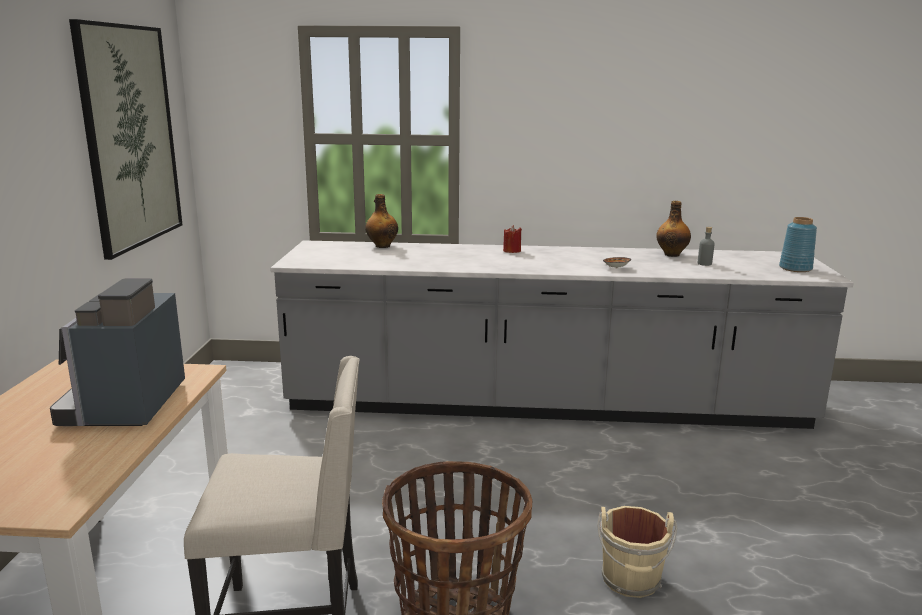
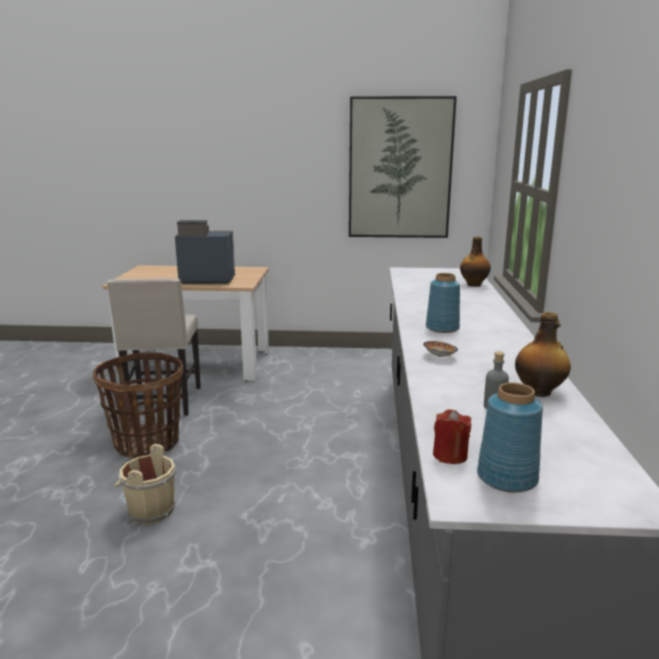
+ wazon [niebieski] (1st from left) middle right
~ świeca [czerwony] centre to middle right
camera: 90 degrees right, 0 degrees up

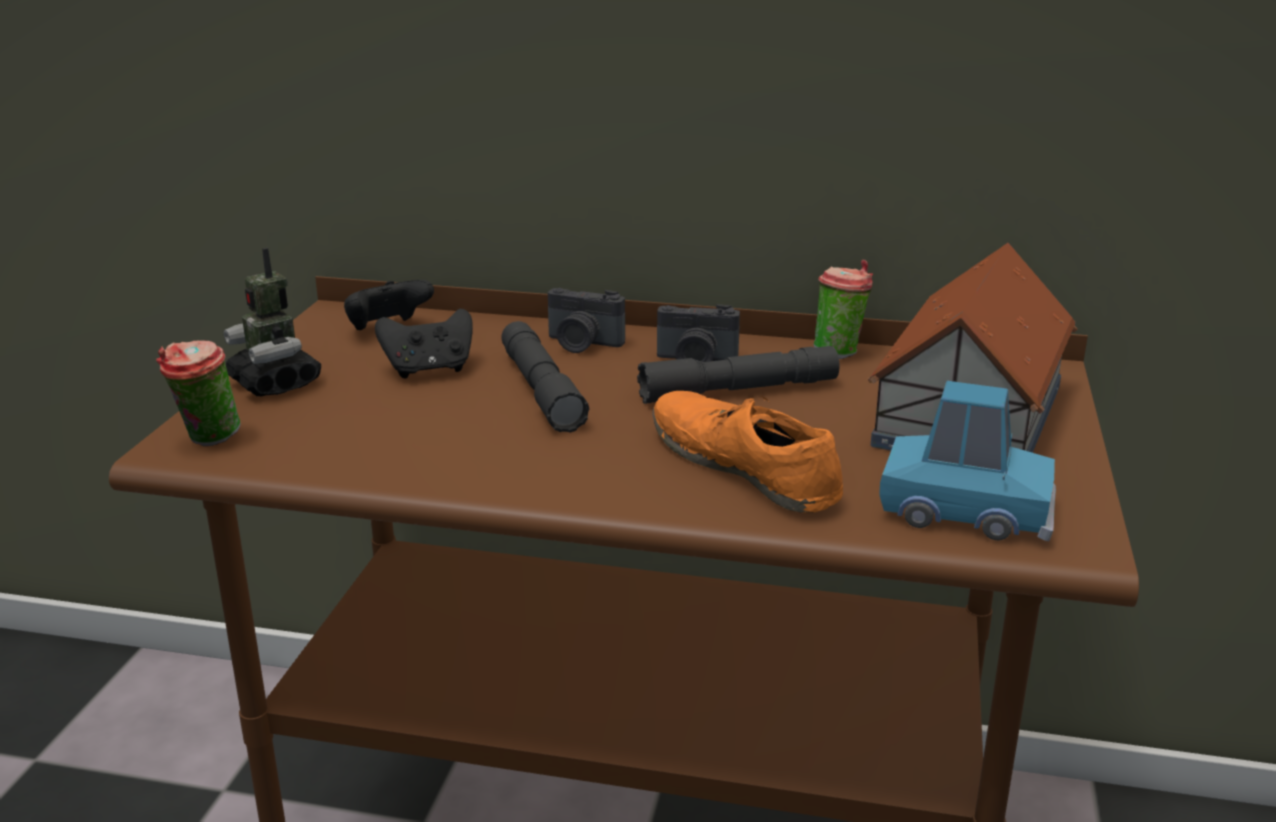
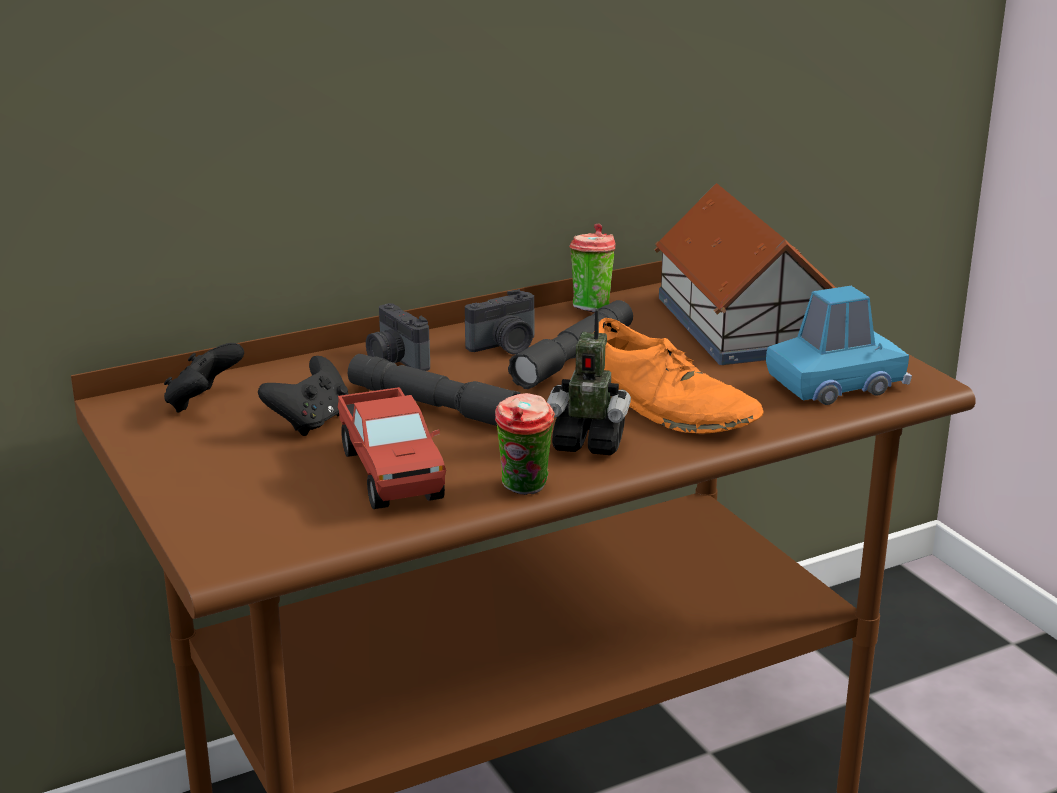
+ ciężarówka zabawkowa centre
~ aparat fotograficzny (1st from left) centre = centre 75 degrees clockwise
~ filiżanka (1st from left) middle left to centre
~ robot zabawkowy middle left to centre
~ but [pomarańczowy] centre = centre 150 degrees counterclockwise
camera: 40 degrees left, 0 degrees up

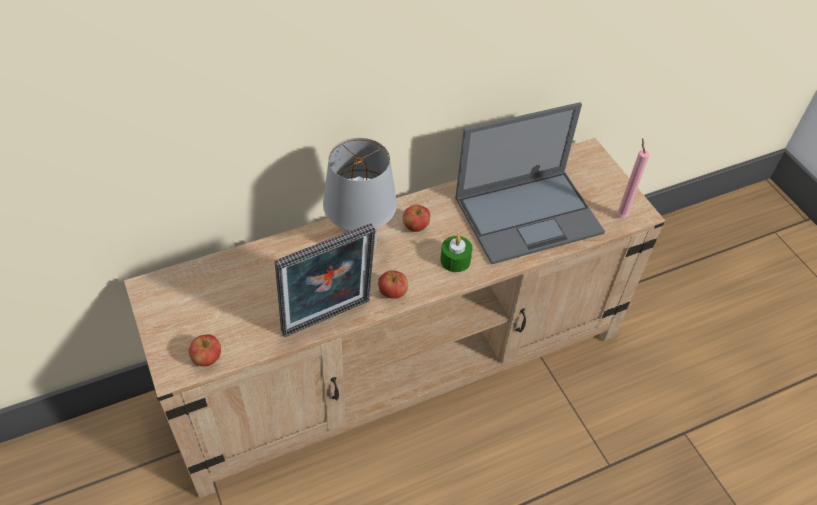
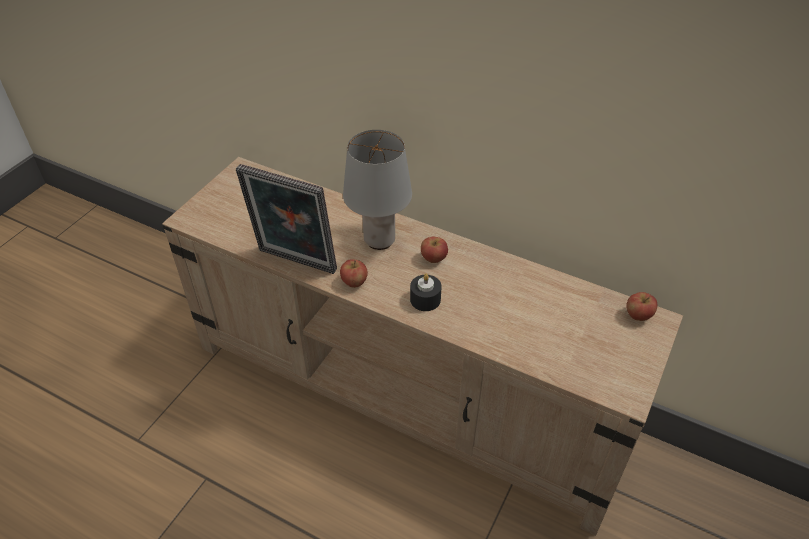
~ świeca [zielony] centre to świeca [czarny] centre
~ jabłko (1st from left in the first image) bottom left to jabłko (3rd from left) middle right
- laptop centre
- świeca [różowy] middle right
camera: 55 degrees right, 5 degrees down

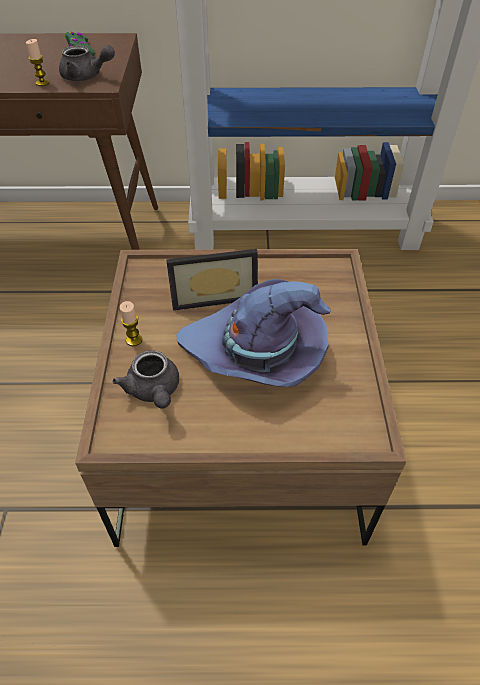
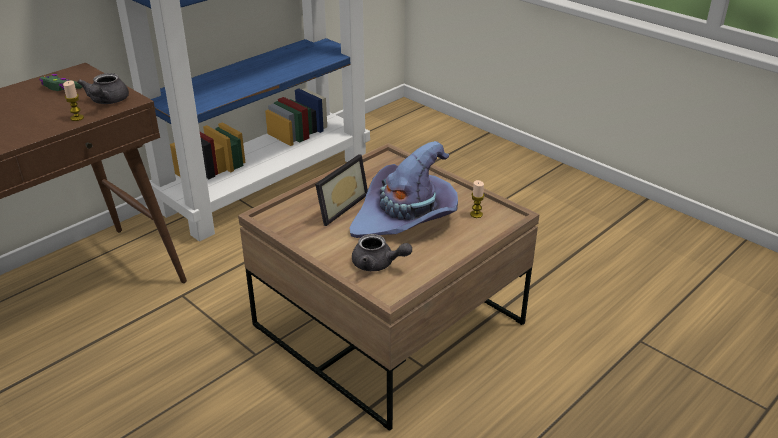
~ imbryk [szary] (1st from left) top left = top left 120 degrees clockwise
~ świeca (2nd from left) middle left to centre
camera: 45 degrees left, 15 degrees down

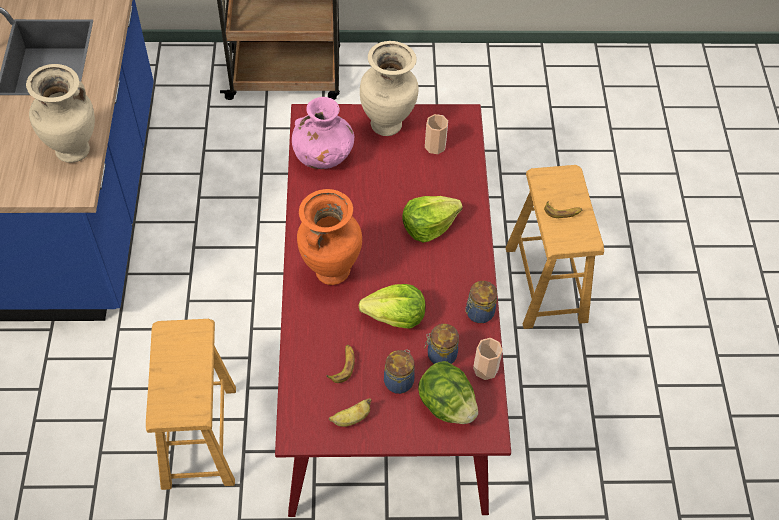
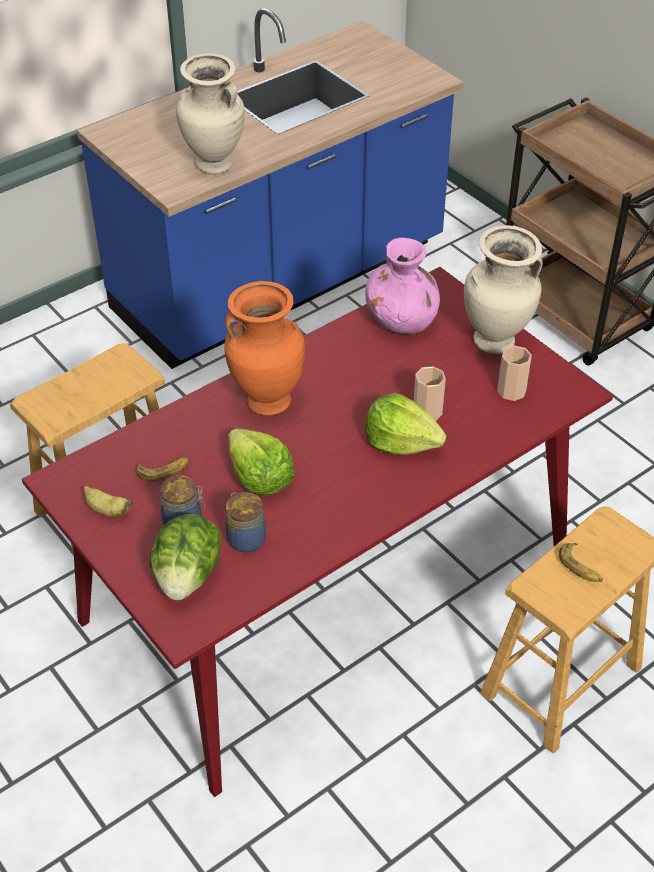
~ filiżanka (2nd from left in the first image) bottom centre to filiżanka (1st from left) centre
- słoik (3rd from left) centre
camera: 55 degrees right, 10 degrees down

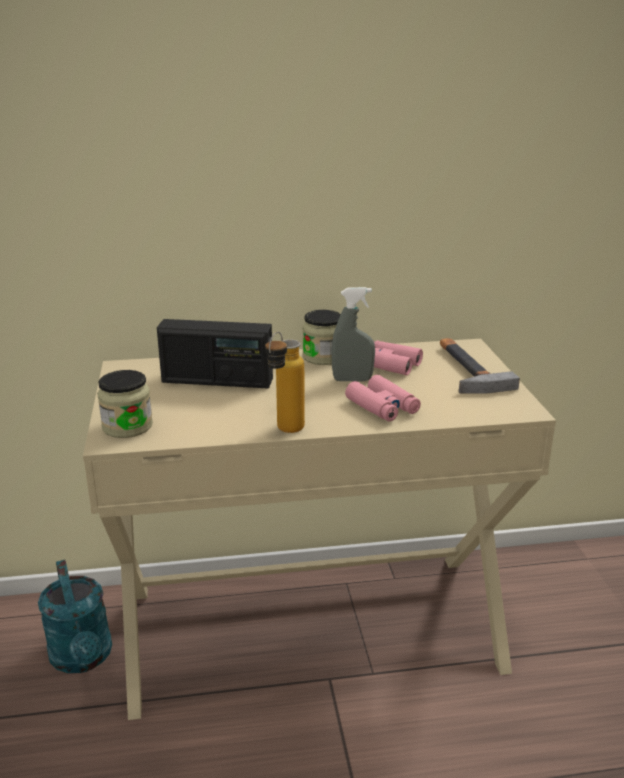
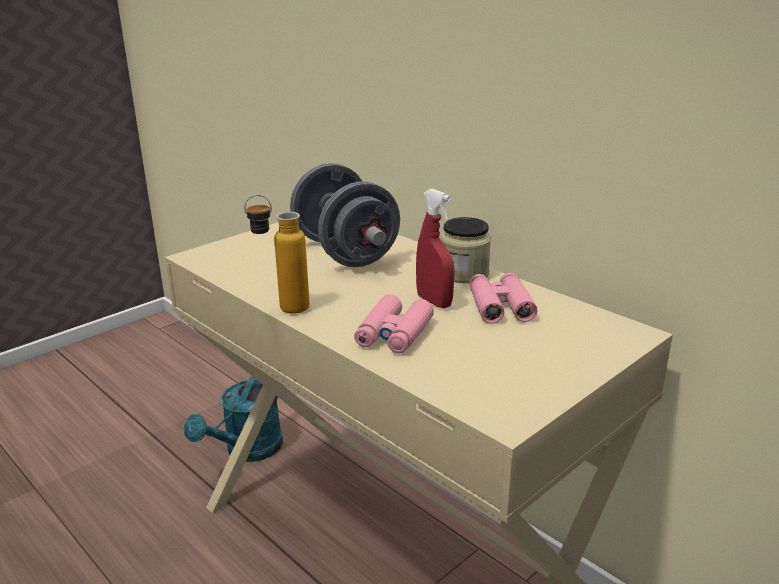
~ radio centre to hantel [szary] centre
~ spryskiwacz [szary] centre to spryskiwacz [czerwony] centre
- słoik (1st from left) middle left
- młotek middle right
camera: 55 degrees right, 0 degrees up

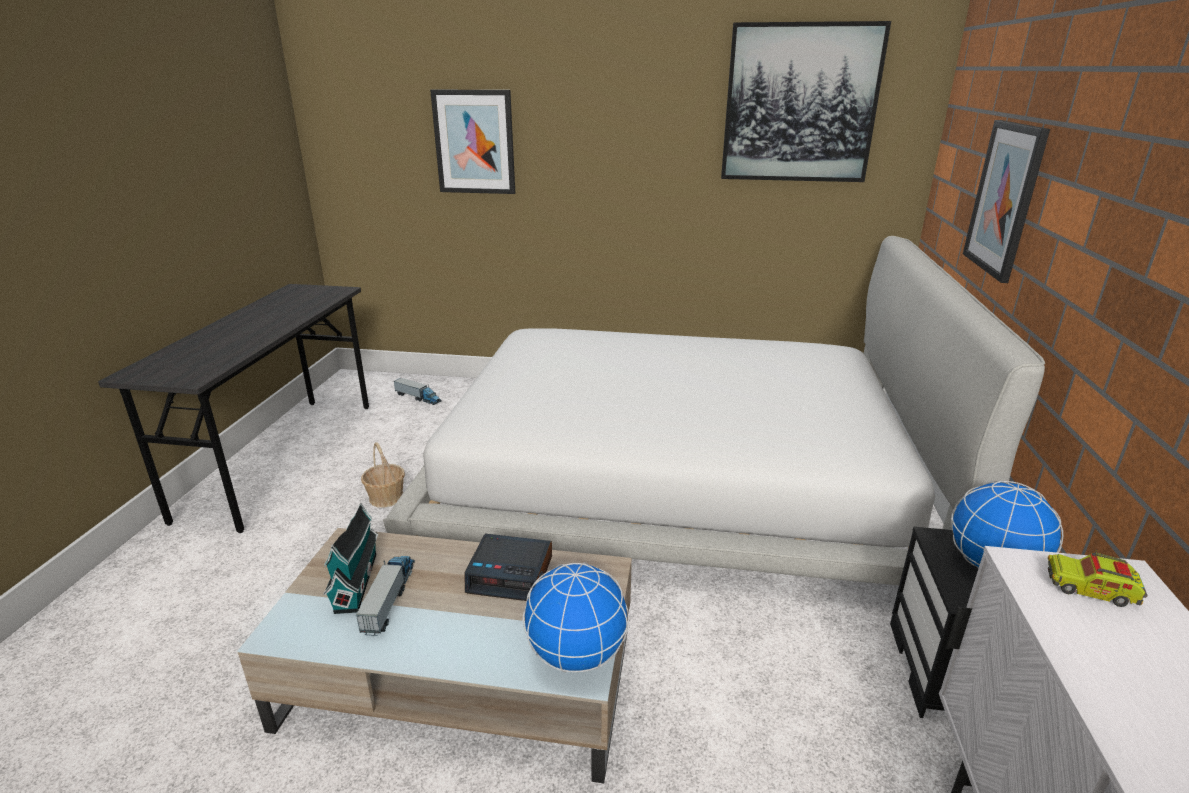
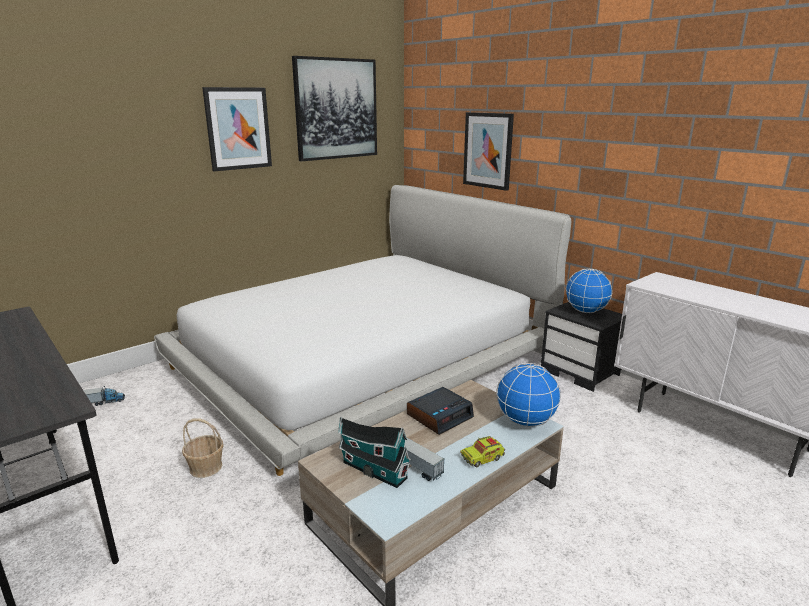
~ obraz (1st from left) top centre to top left
~ ciężarówka zabawkowa (3rd from left) bottom right to bottom centre
camera: 50 degrees left, 5 degrees down

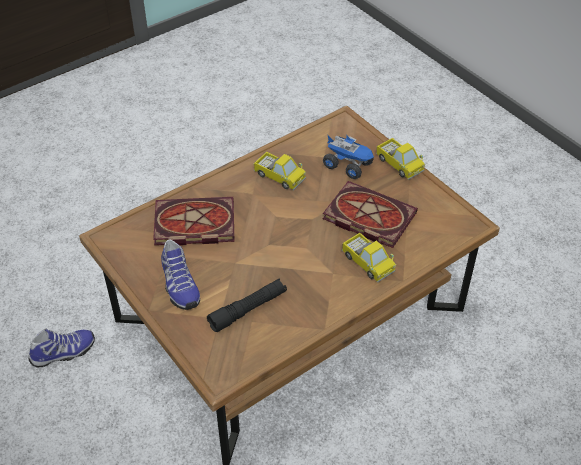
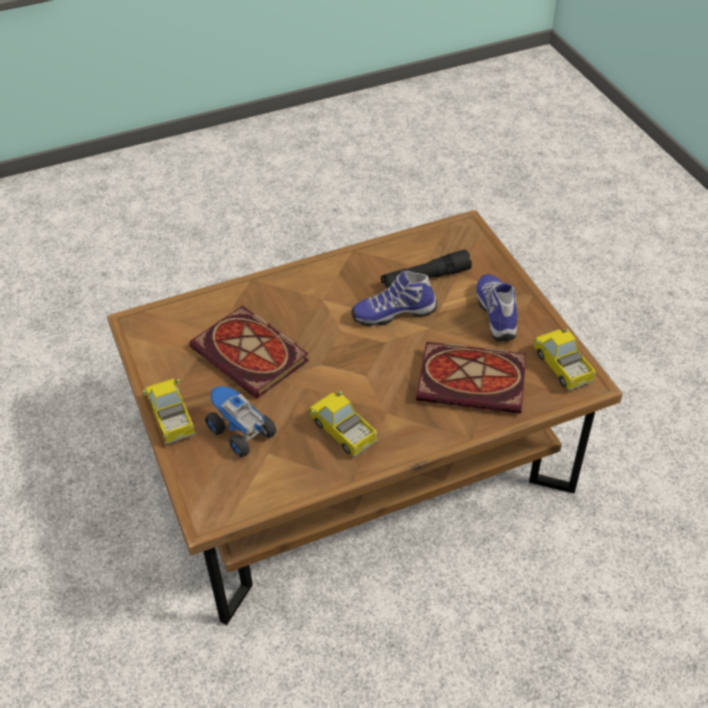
~ but (1st from left) bottom left to centre
~ ciężarówka zabawkowa (3rd from left in the first image) centre to ciężarówka zabawkowa (4th from left) middle right
camera: 165 degrees left, 0 degrees up

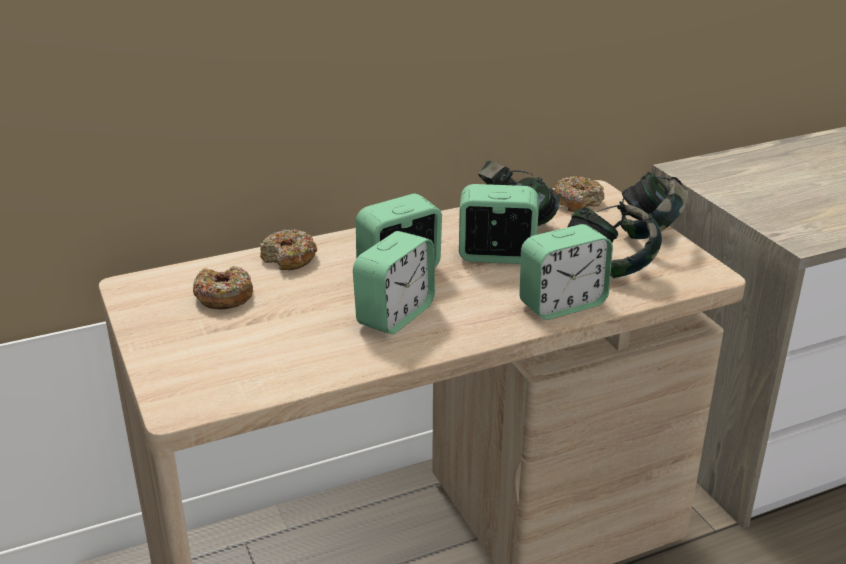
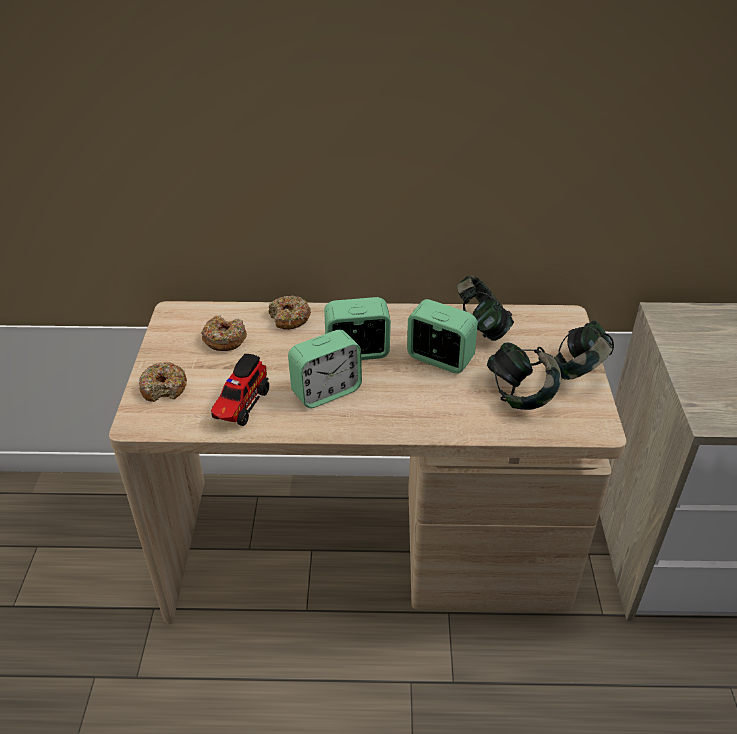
~ donut (3rd from left in the first image) middle right to donut (1st from left) middle left
+ ciężarówka zabawkowa middle left
- budzik (4th from left) middle right
camera: 25 degrees right, 10 degrees up

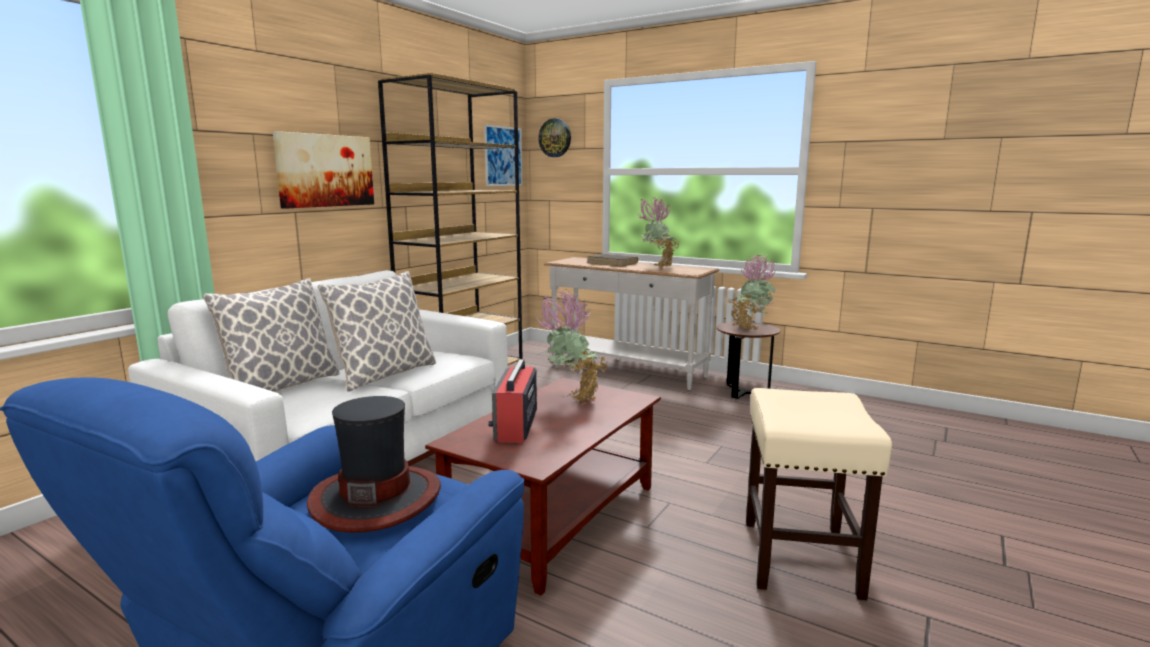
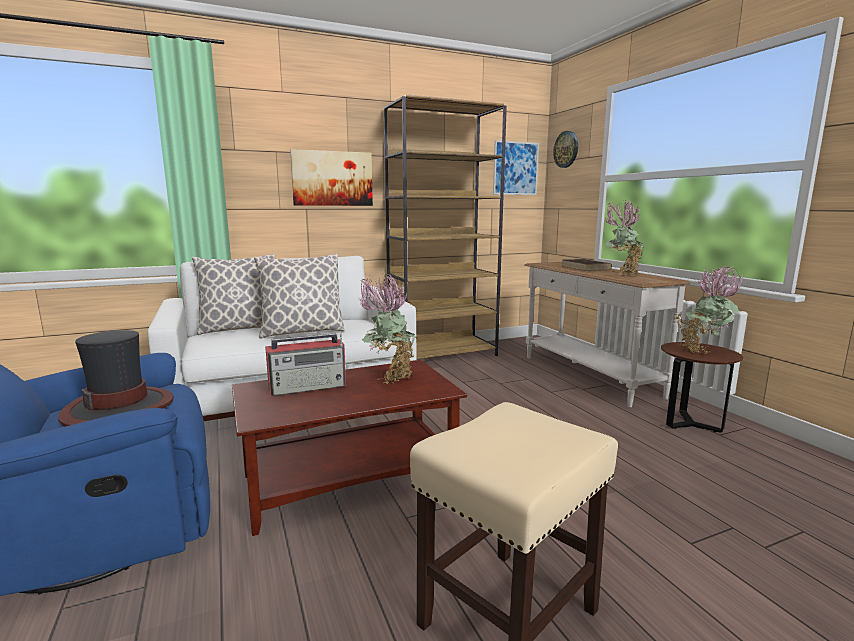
~ radio centre = centre 150 degrees counterclockwise
camera: 35 degrees right, 0 degrees up

